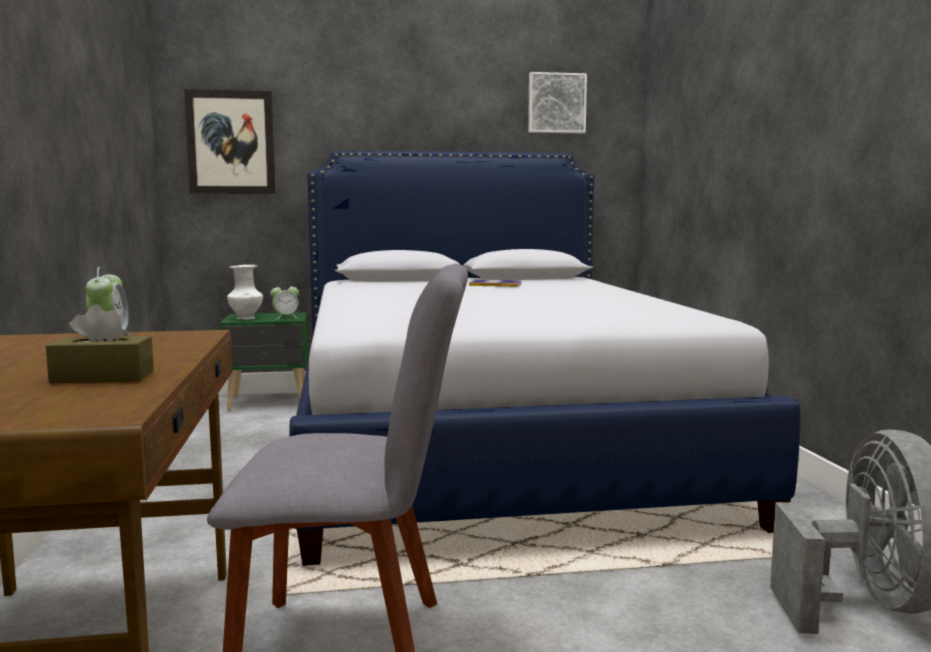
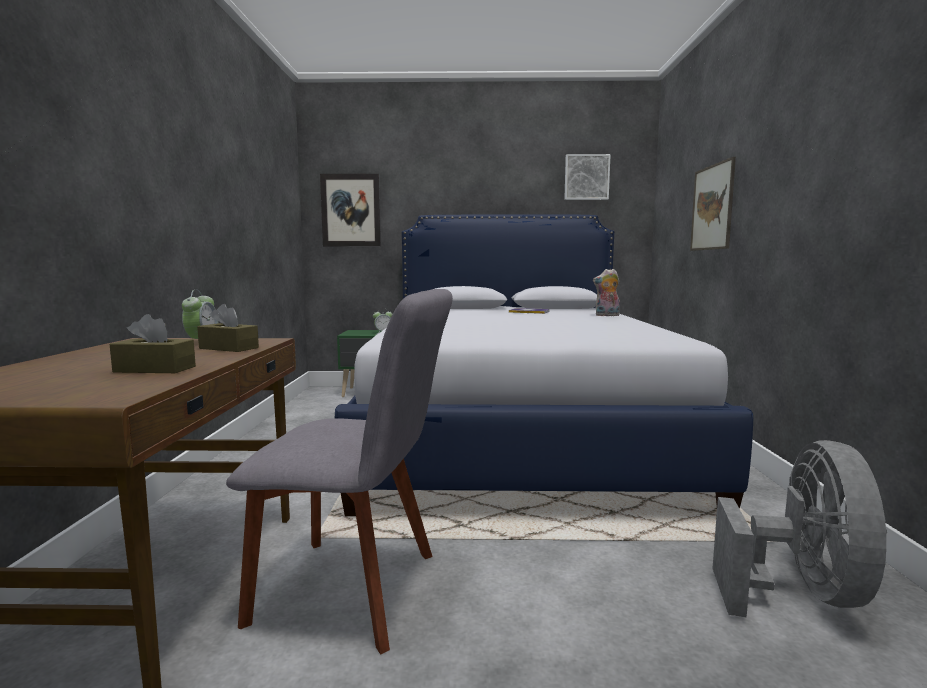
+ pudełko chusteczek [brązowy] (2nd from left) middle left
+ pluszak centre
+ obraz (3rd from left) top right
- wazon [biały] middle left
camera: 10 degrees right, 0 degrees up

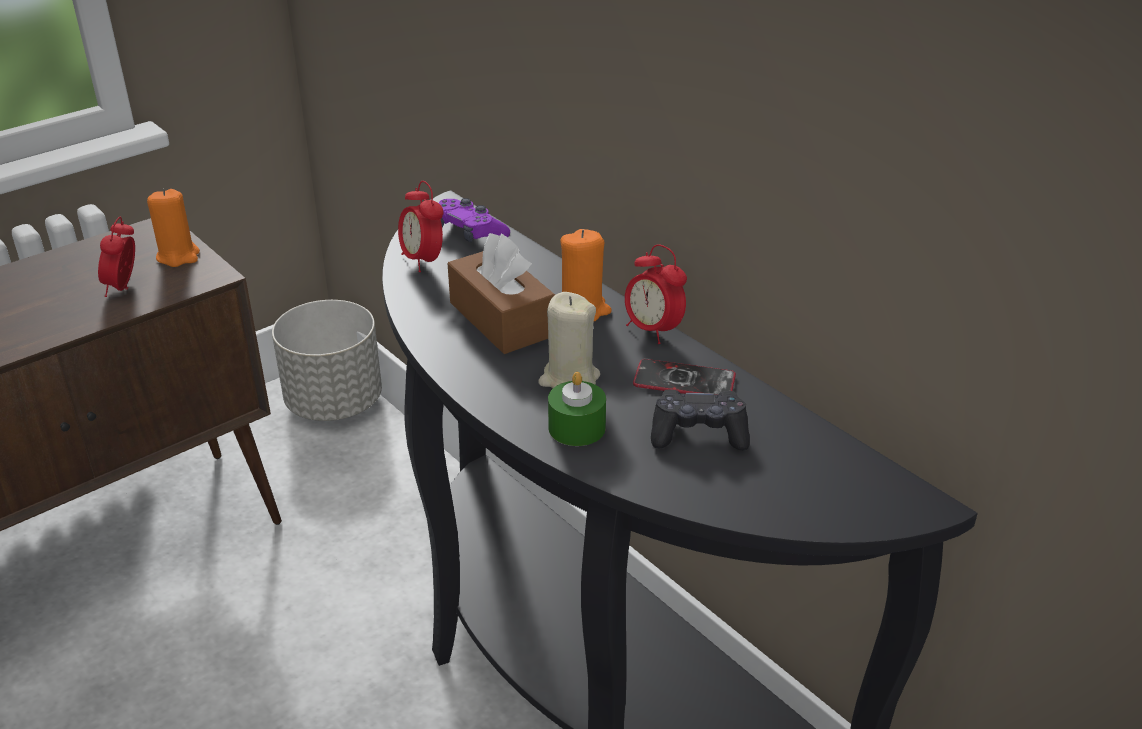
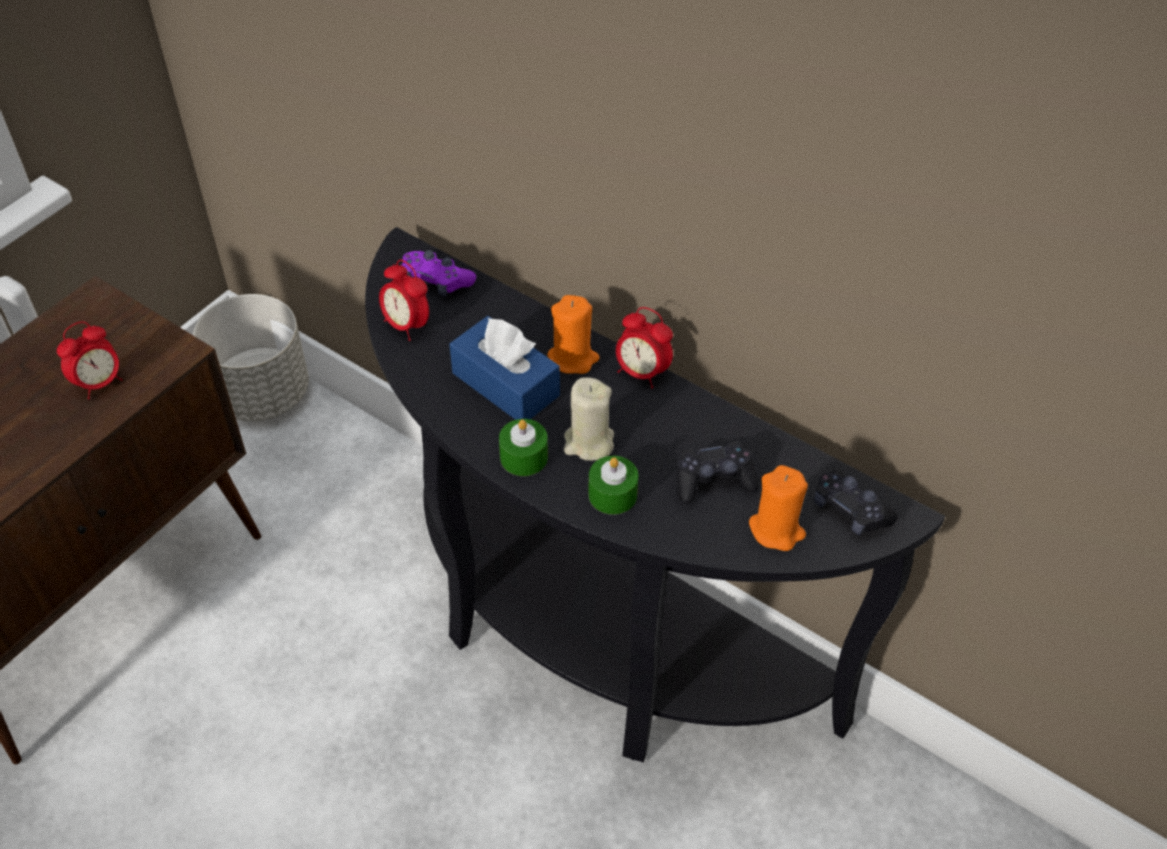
~ budzik (1st from left) middle left = middle left 120 degrees counterclockwise
~ pudełko chusteczek [brązowy] centre to pudełko chusteczek [niebieski] centre
+ świeca [zielony] (1st from left) centre
~ świeca [pomarańczowy] (1st from left in the first image) top left to świeca [pomarańczowy] (2nd from left) middle right
+ pad do gier [czarny] (2nd from left) middle right
- telefon centre
camera: 15 degrees left, 15 degrees up

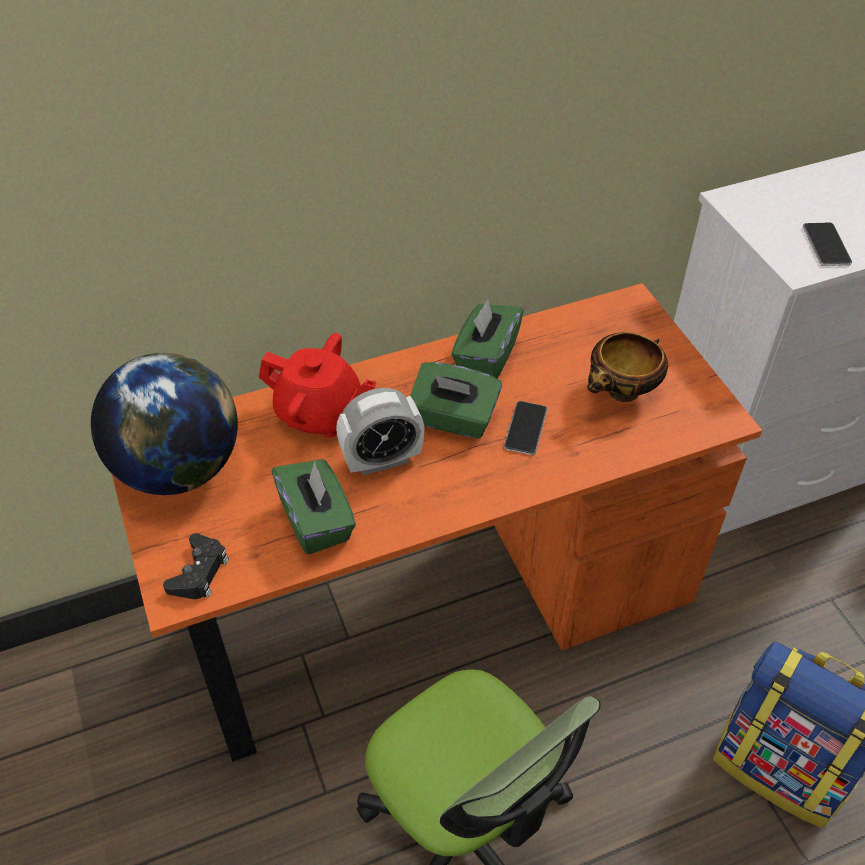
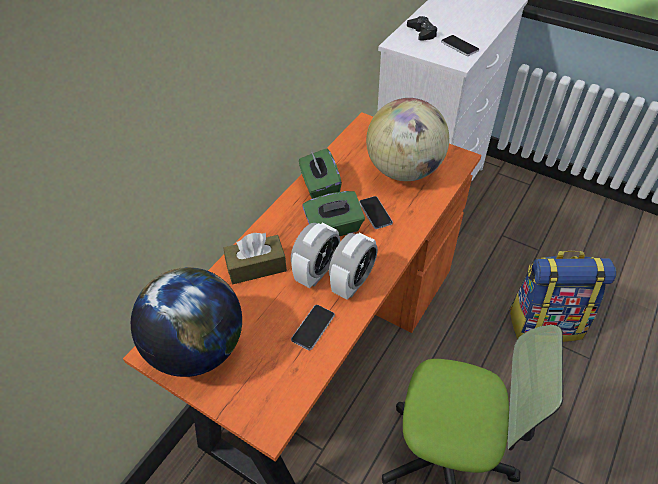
~ imbryk [czerwony] centre to pudełko chusteczek [brązowy] centre
~ pudełko chusteczek [zielony] (1st from left) centre to telefon (1st from left) bottom centre
+ budzik (2nd from left) centre
~ miska middle right to globus (2nd from left) top centre
~ pad do gier [czarny] middle left to top centre
camera: 35 degrees left, 0 degrees up

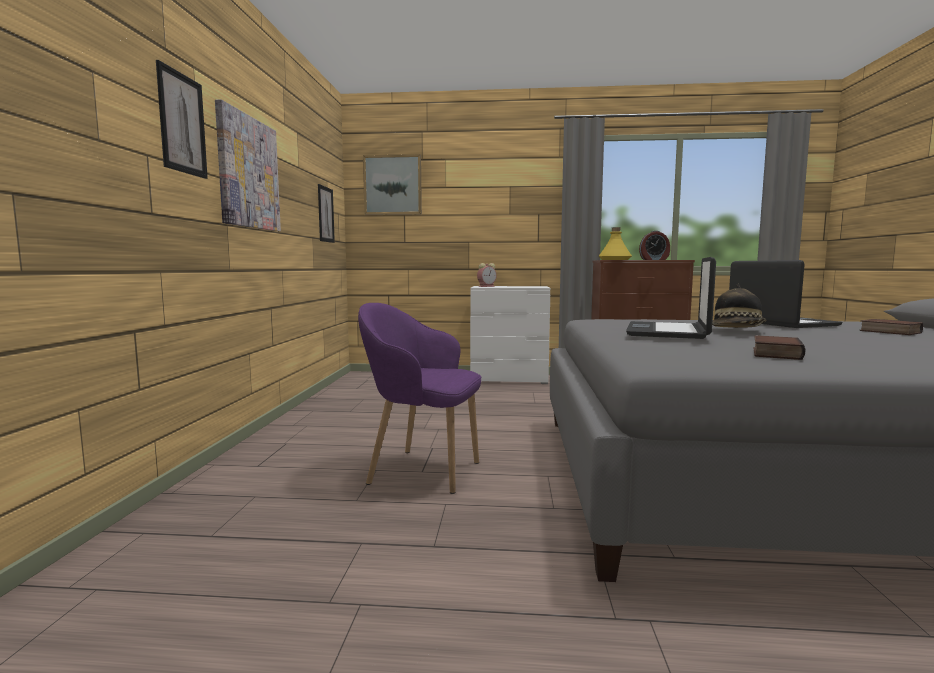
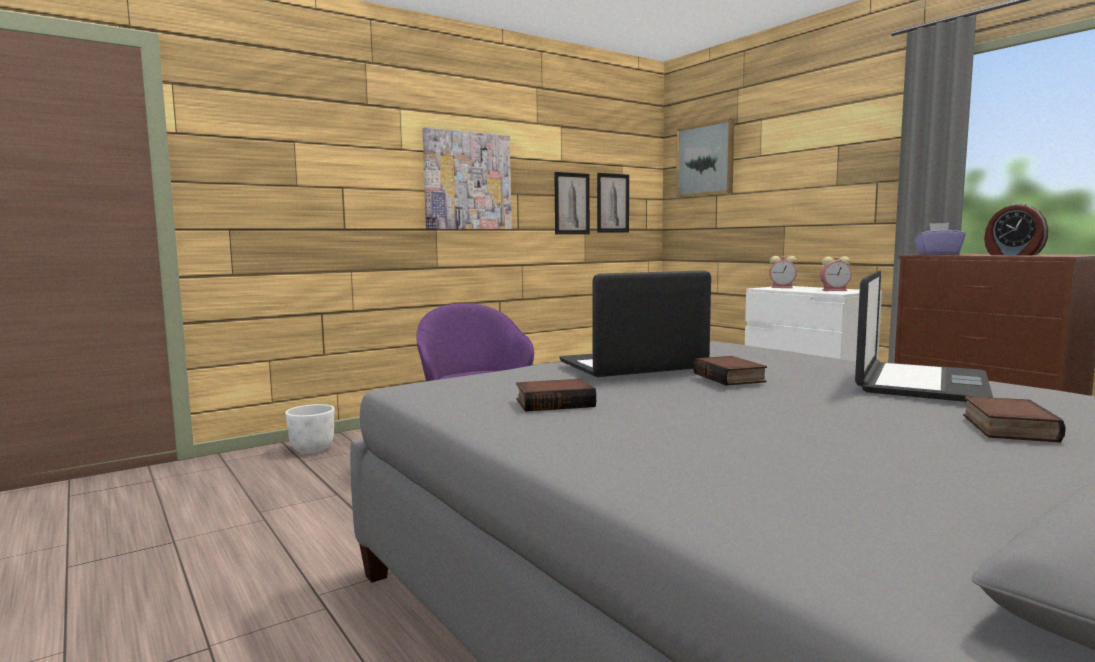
+ donica [biały] middle left
~ obraz (1st from left in the first image) top left to obraz (2nd from left) top centre
~ kapelusz middle right to książka (2nd from left) middle right
+ budzik (2nd from left) middle right
~ butelka [żółty] centre to pudełko chusteczek [fioletowy] middle right
camera: 50 degrees right, 0 degrees up

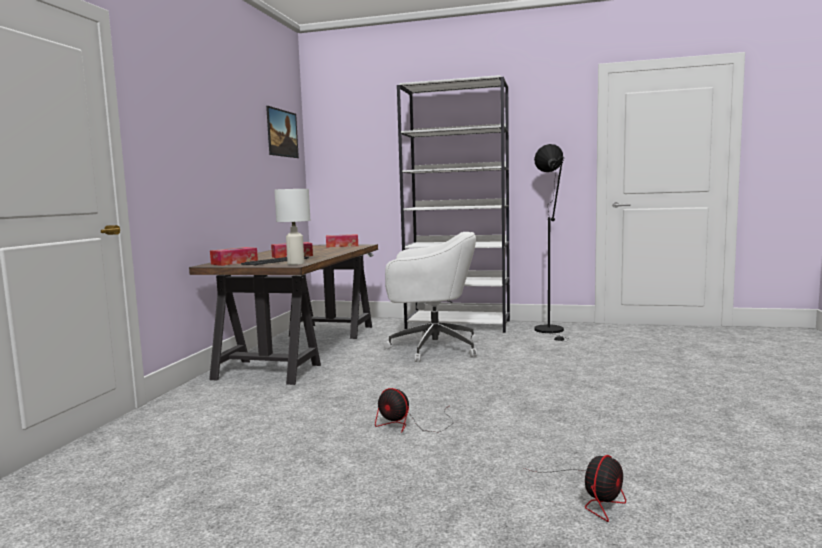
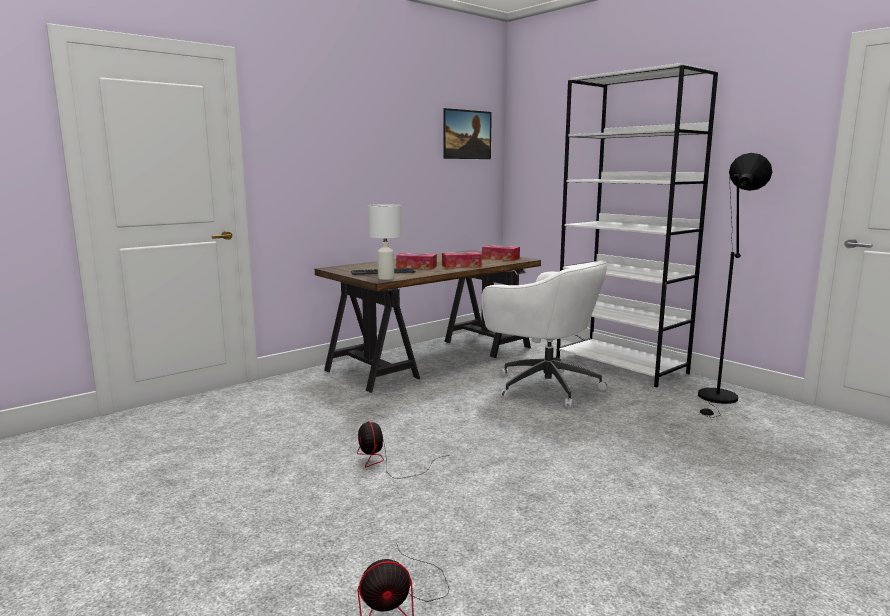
~ pudełko chusteczek (1st from left in the first image) middle left to pudełko chusteczek (2nd from left) centre
camera: 35 degrees right, 5 degrees up

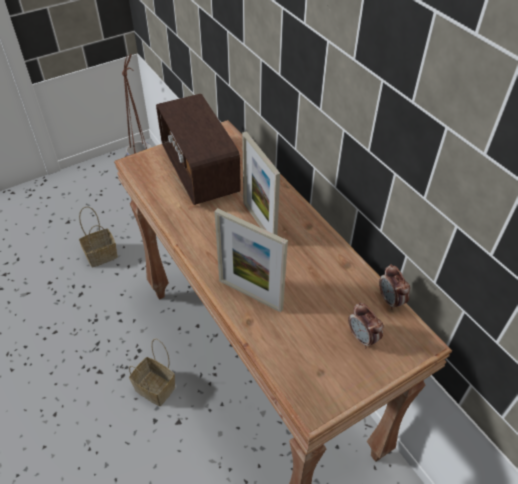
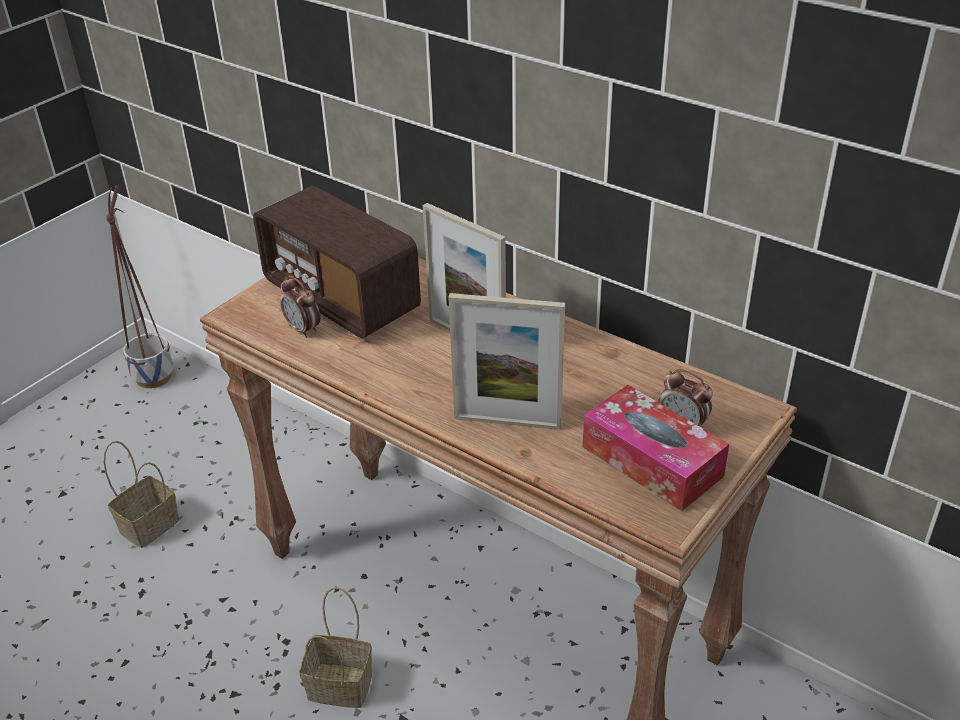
~ budzik (2nd from left in the first image) middle right to budzik (1st from left) middle left
+ pudełko chusteczek middle right
camera: 20 degrees left, 10 degrees down

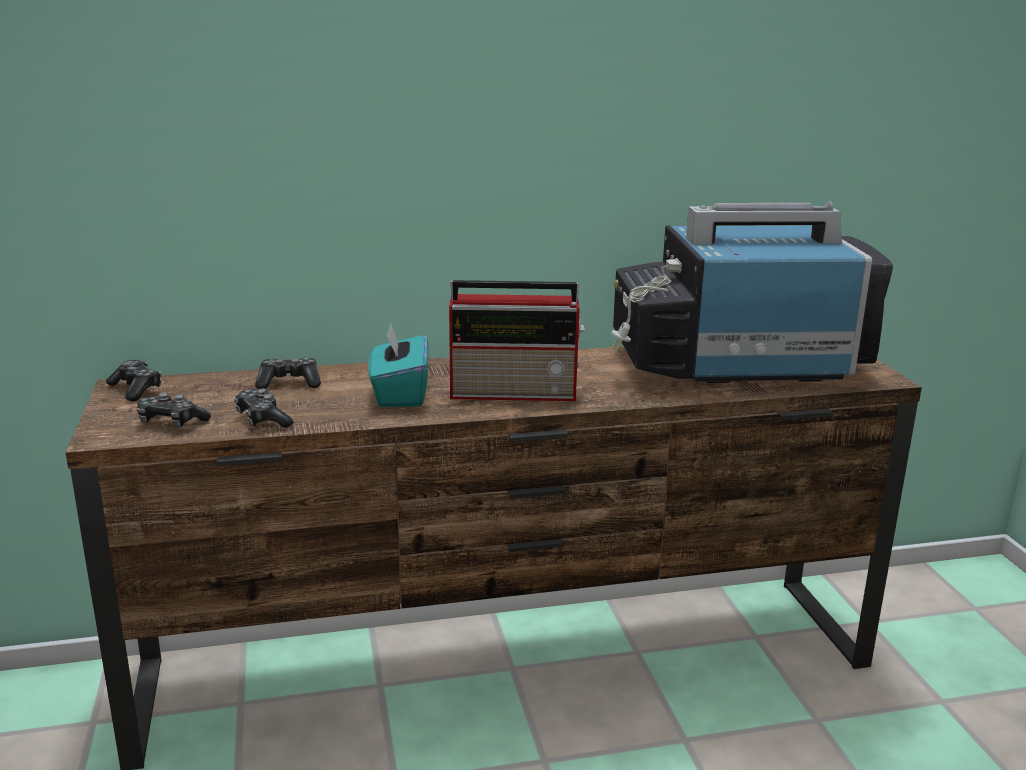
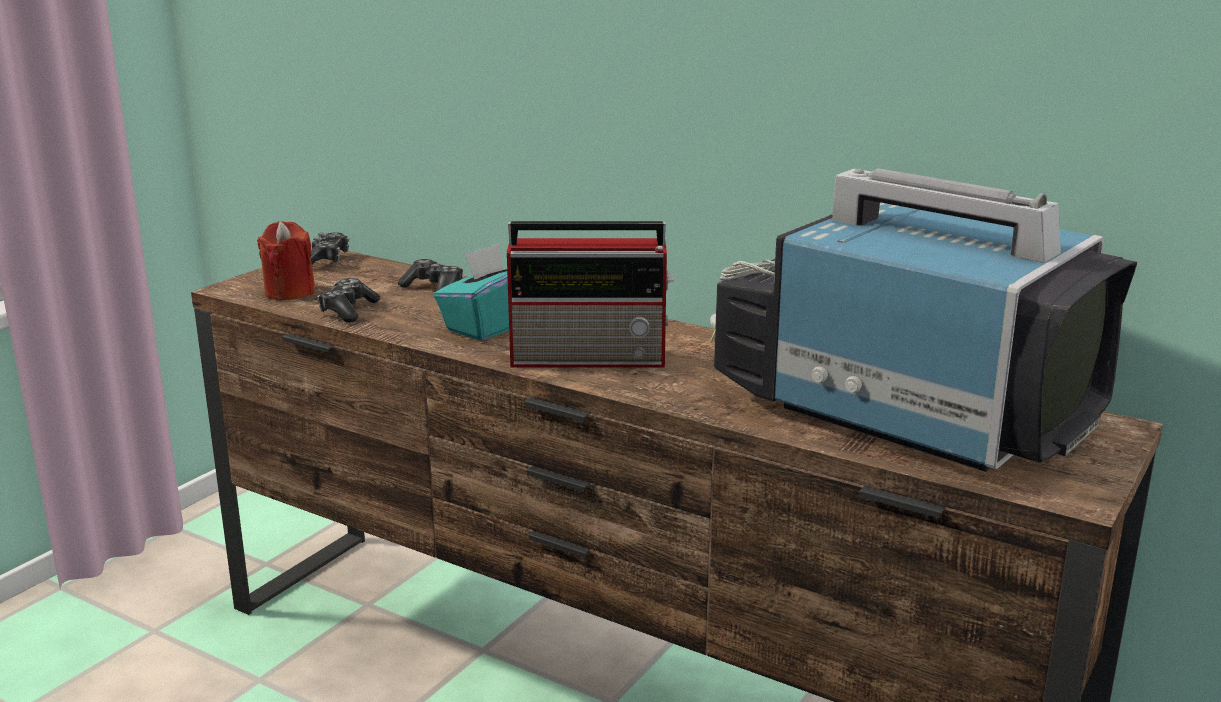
~ pad do gier (2nd from left) middle left to świeca [czerwony] middle left
~ radio centre = centre 45 degrees counterclockwise
camera: 45 degrees right, 0 degrees up

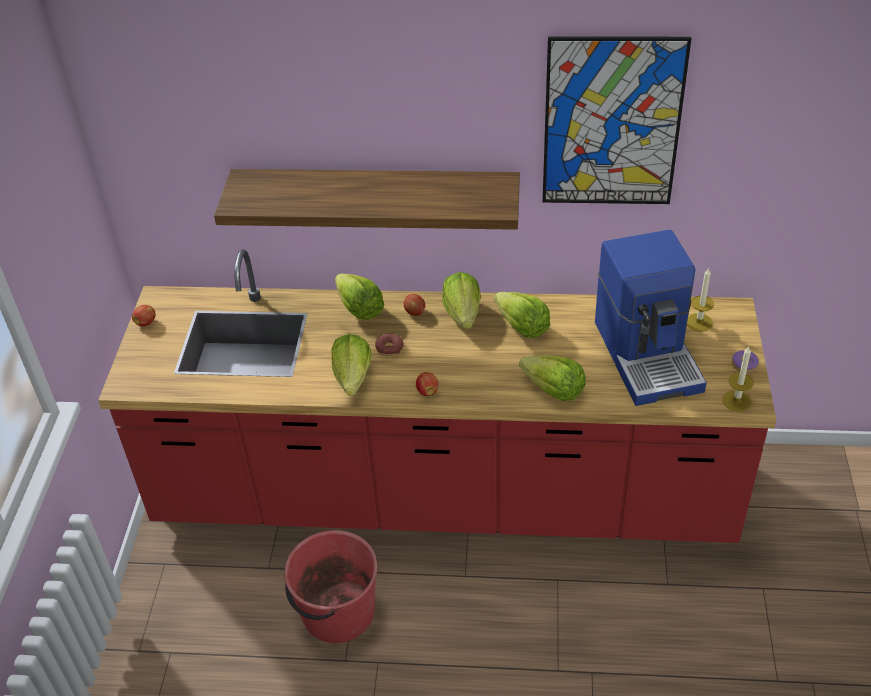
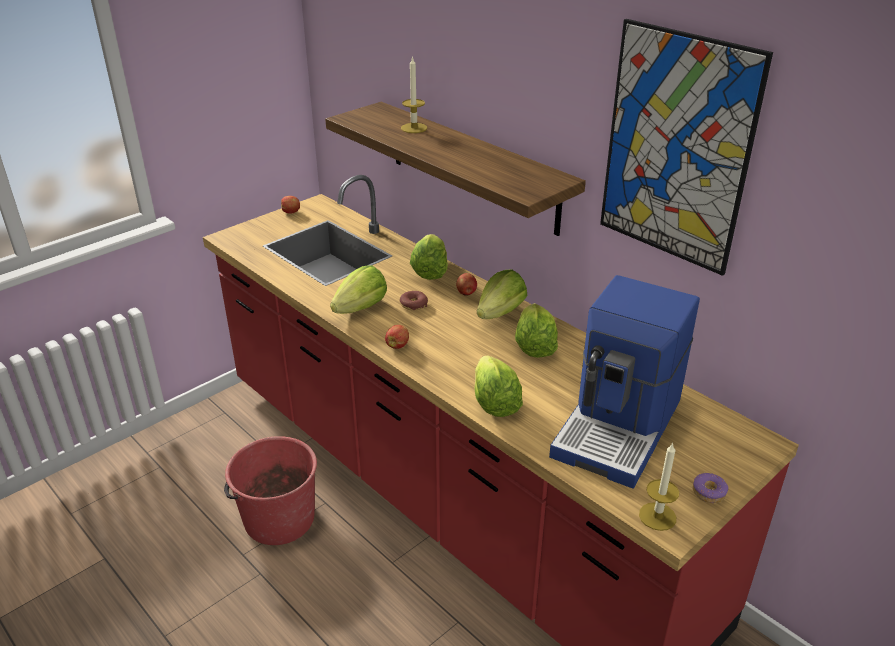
~ świeca (1st from left) middle right to top centre
camera: 40 degrees right, 10 degrees down

